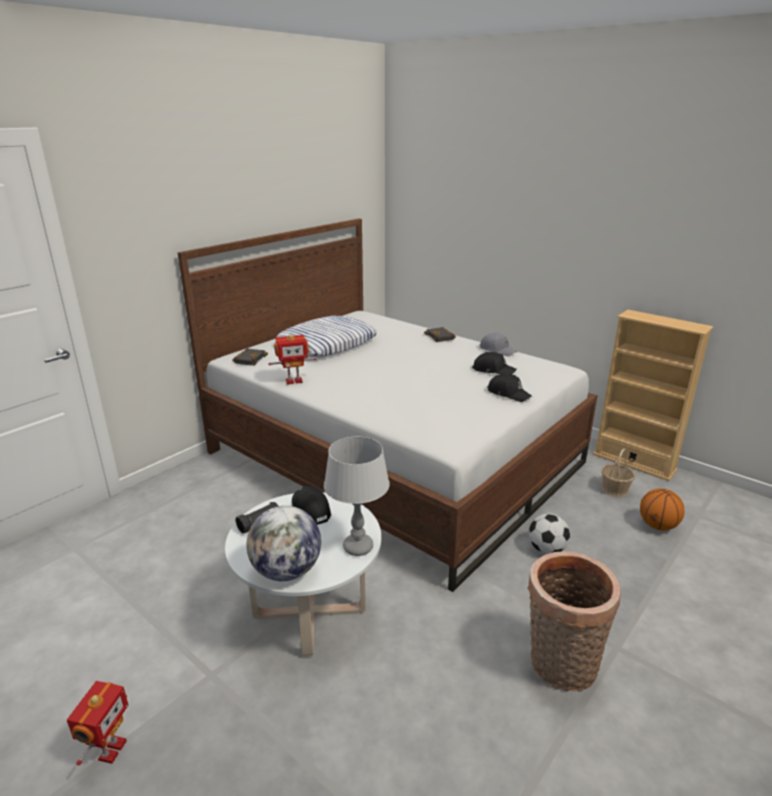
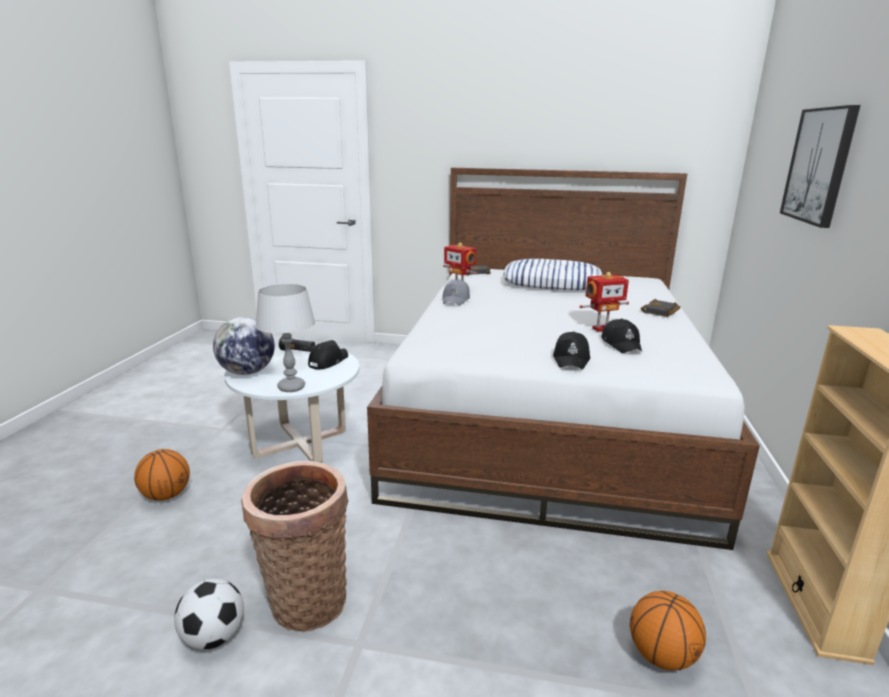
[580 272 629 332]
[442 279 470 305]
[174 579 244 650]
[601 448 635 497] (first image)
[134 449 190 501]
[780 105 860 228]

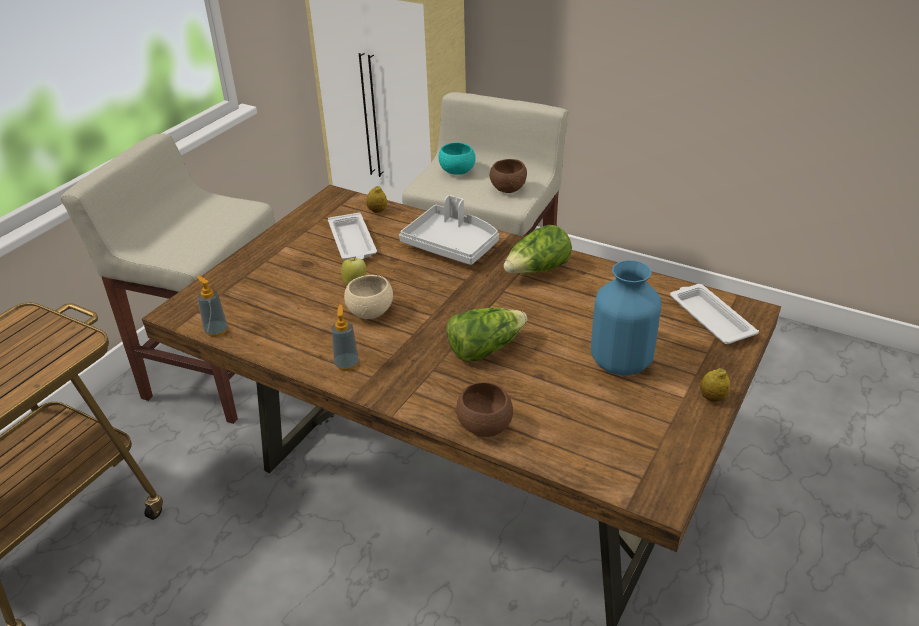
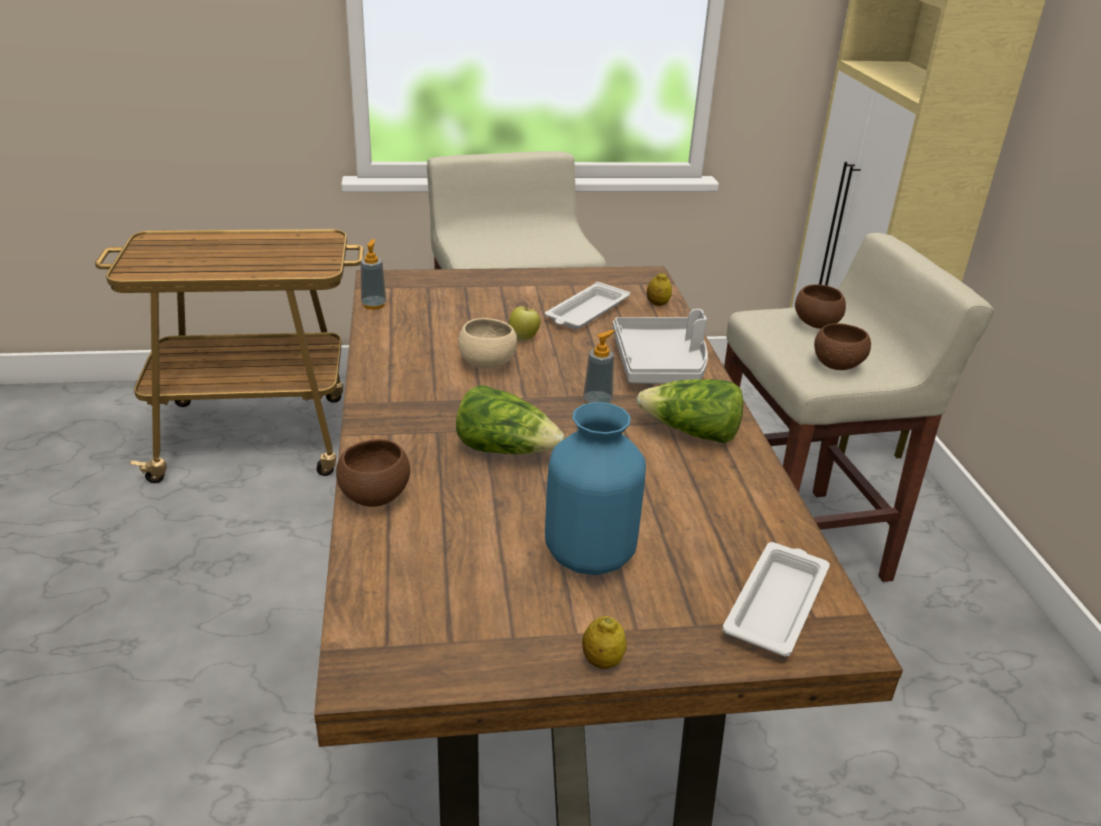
[583 330 615 404]
[795 284 846 329]

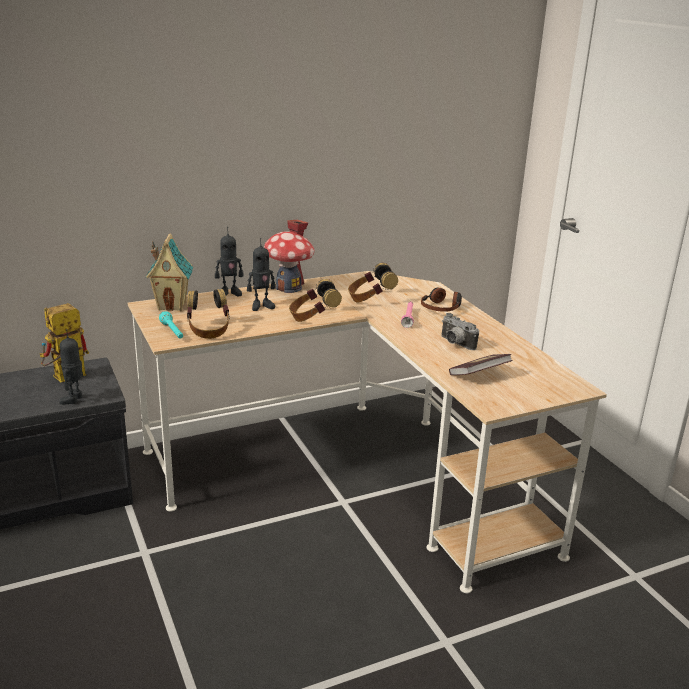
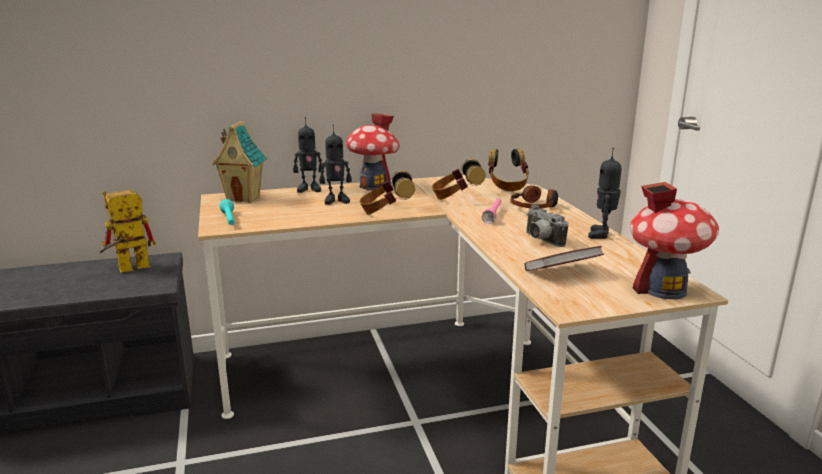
[588 148 621 239]
[488 149 529 191]
[630 182 719 299]

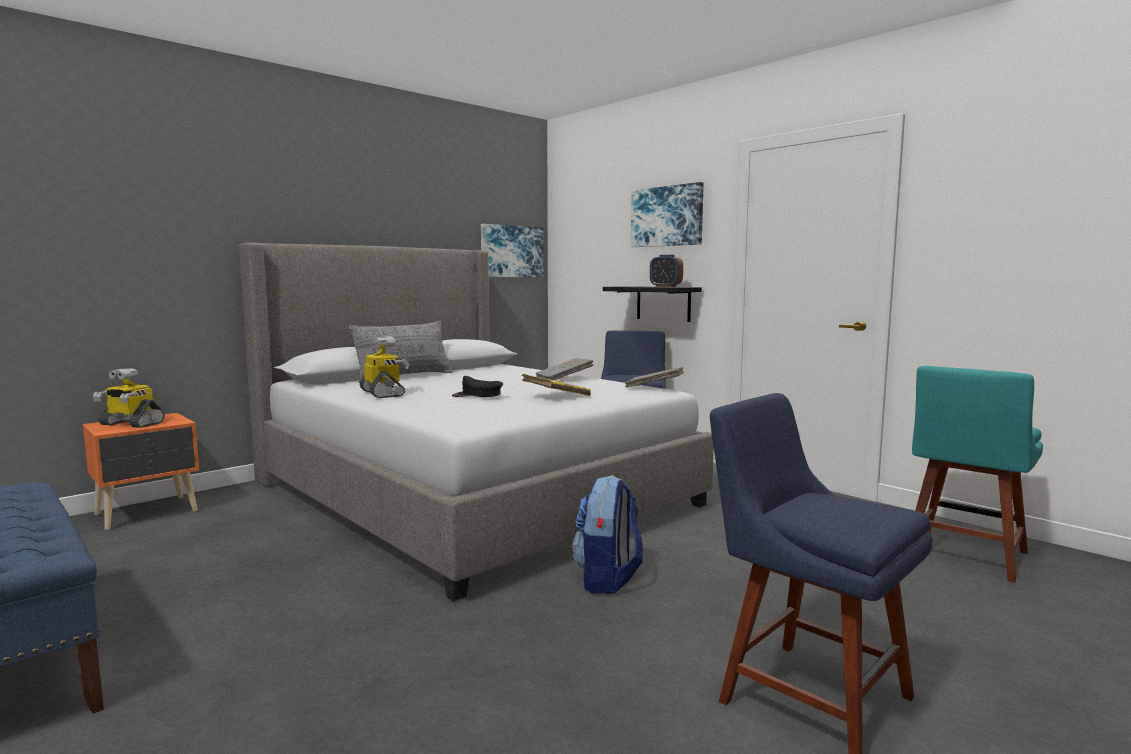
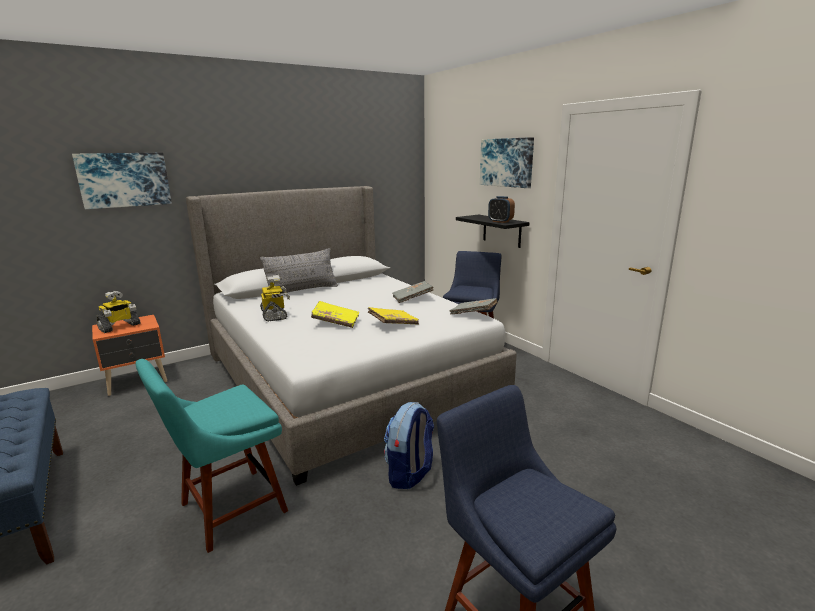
[97 291 141 333]
[311 301 359 328]
[72 153 172 209]
[135 359 288 553]

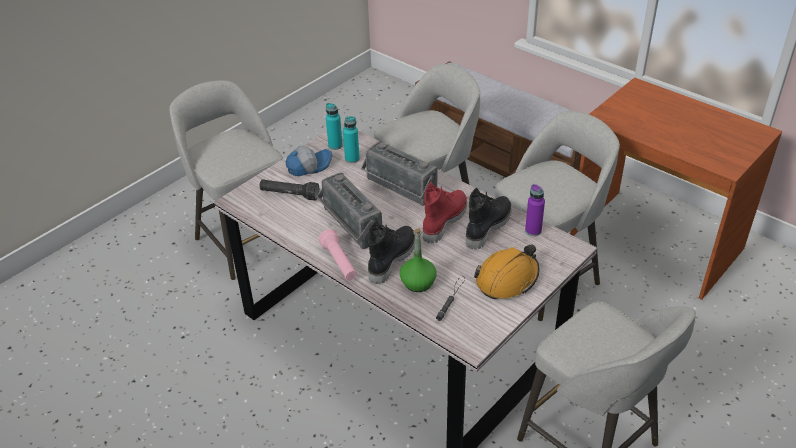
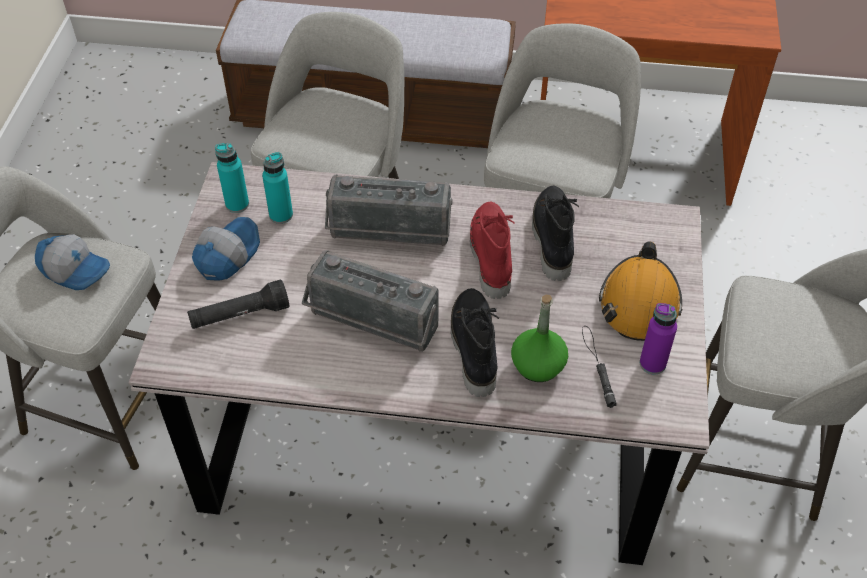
[319 229 357 280] (first image)
[639 303 677 374]
[35 234 110 290]

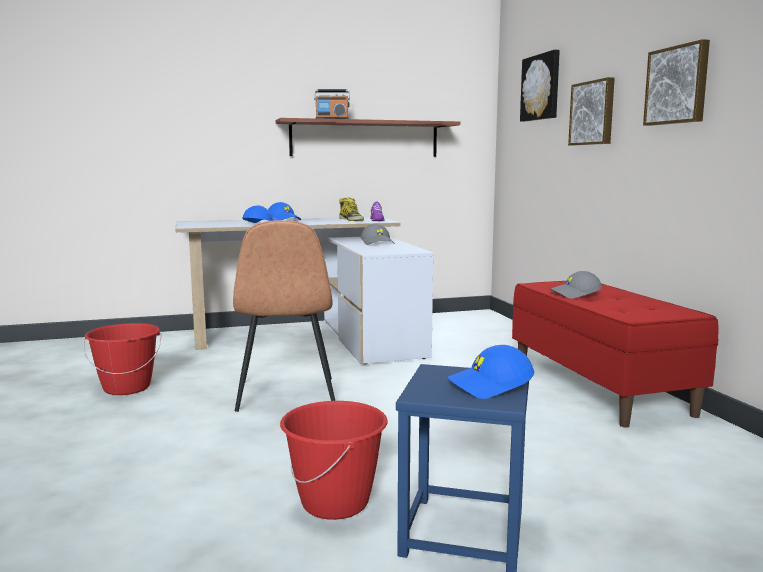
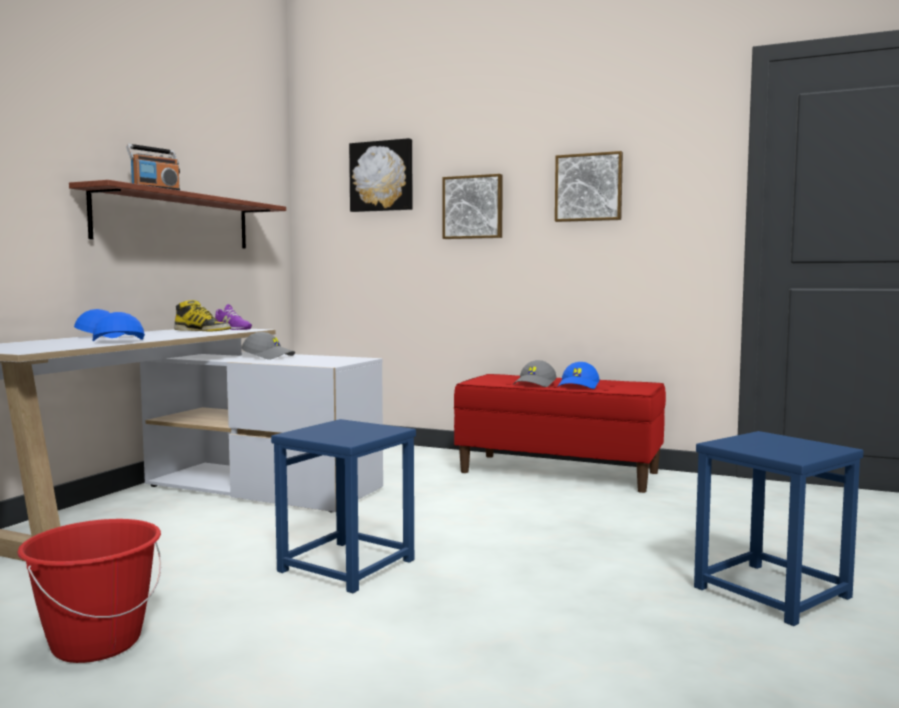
[271 419 416 593]
[280 401 387 520] (first image)
[557 362 600 389]

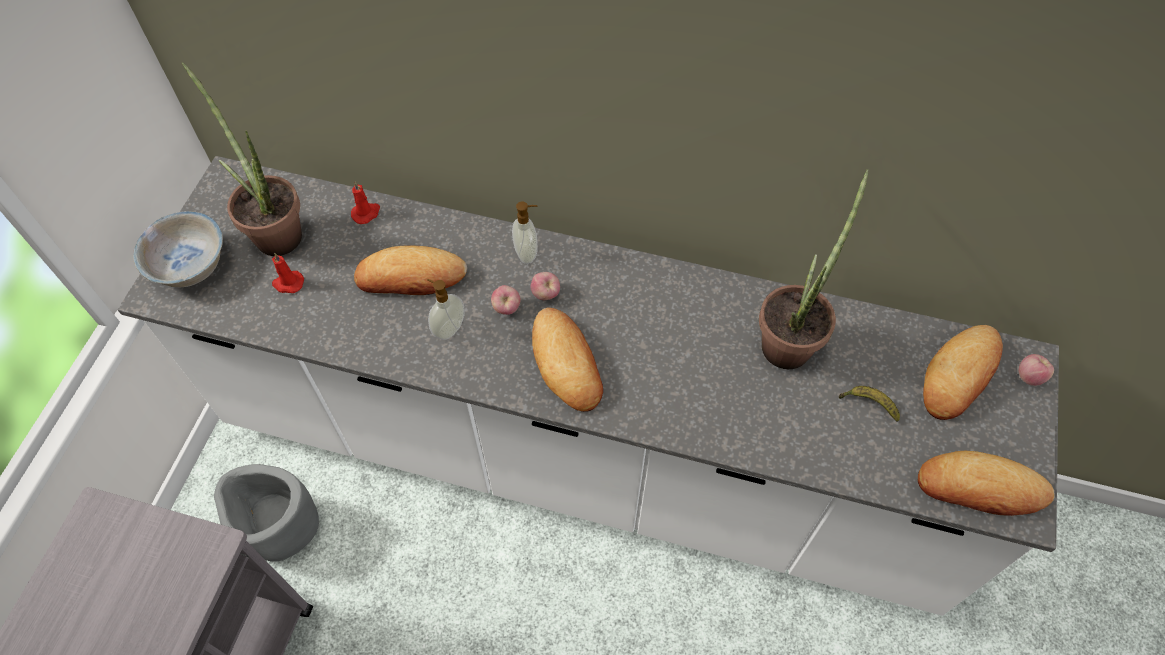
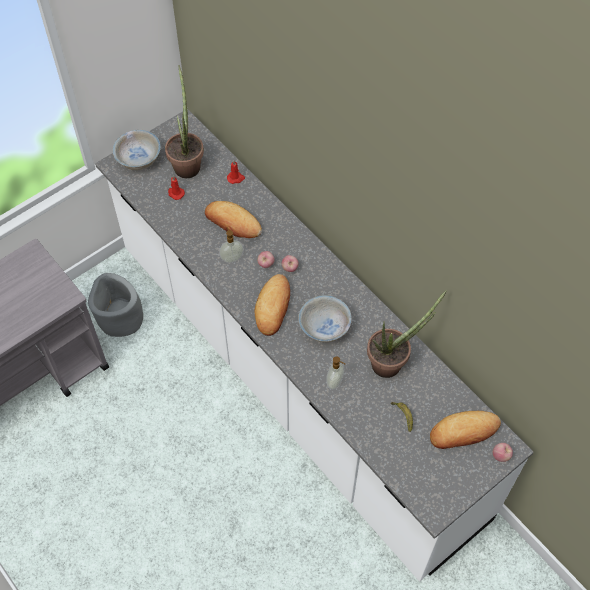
[326 356 346 390]
[918 451 1055 516] (first image)
[298 295 352 343]

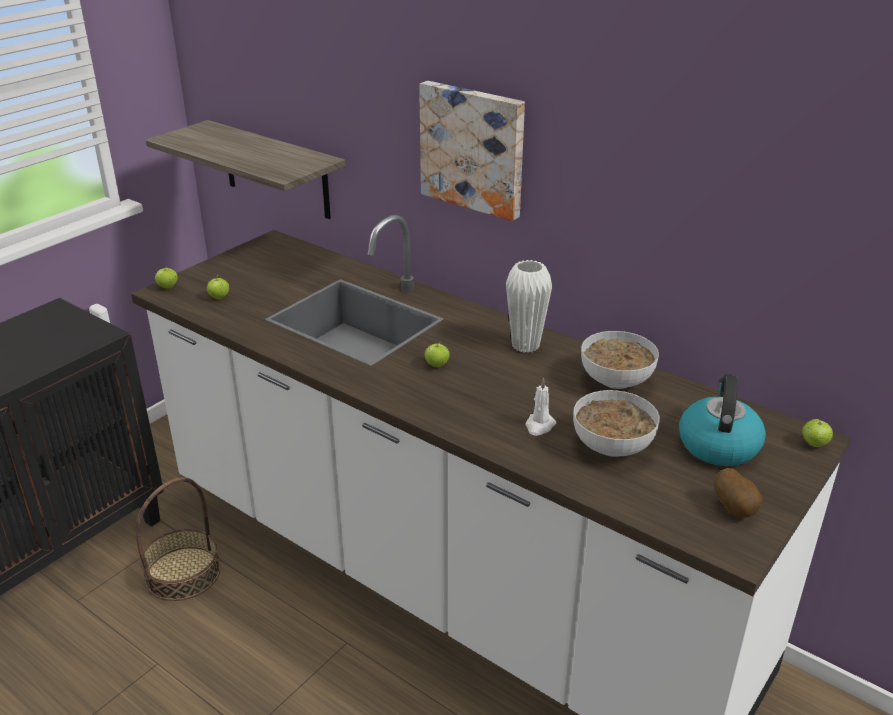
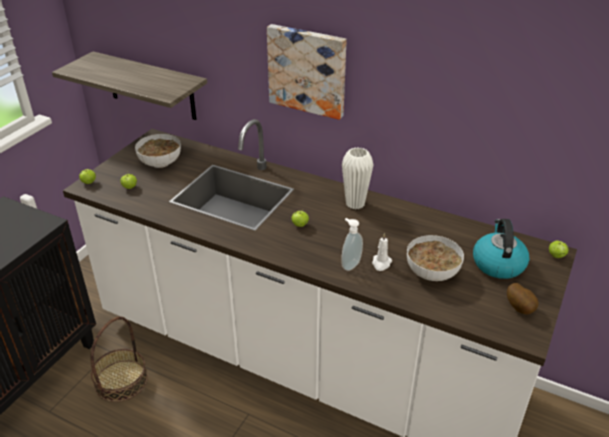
[135 134 181 168]
[341 218 363 271]

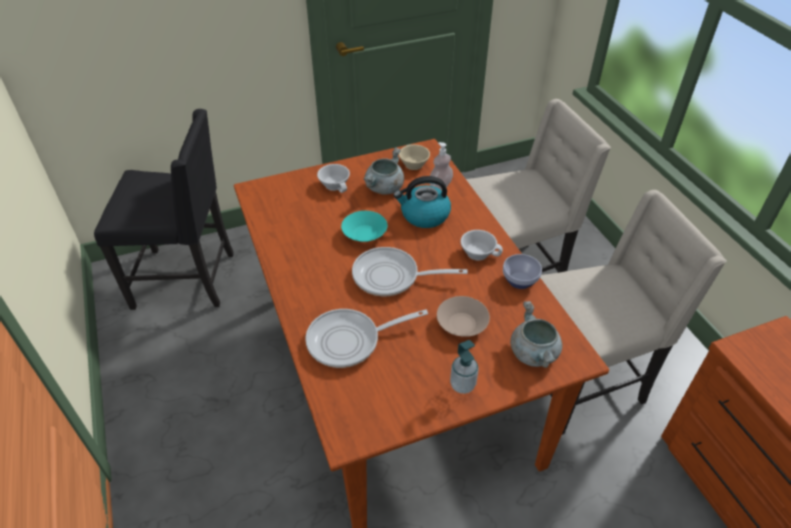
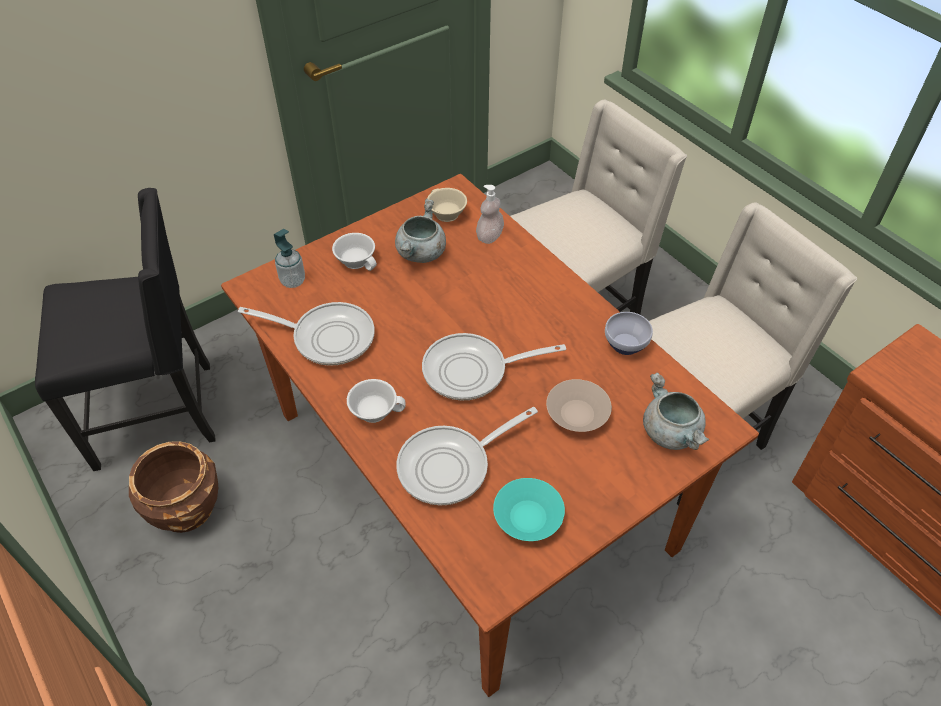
[493 478 565 541]
[393 176 451 228] (first image)
[274 229 305 288]
[347 379 406 423]
[129 441 218 533]
[238 302 375 366]

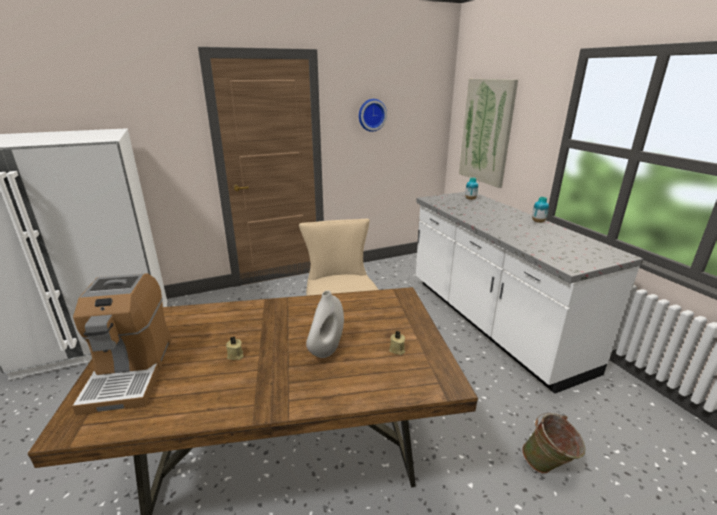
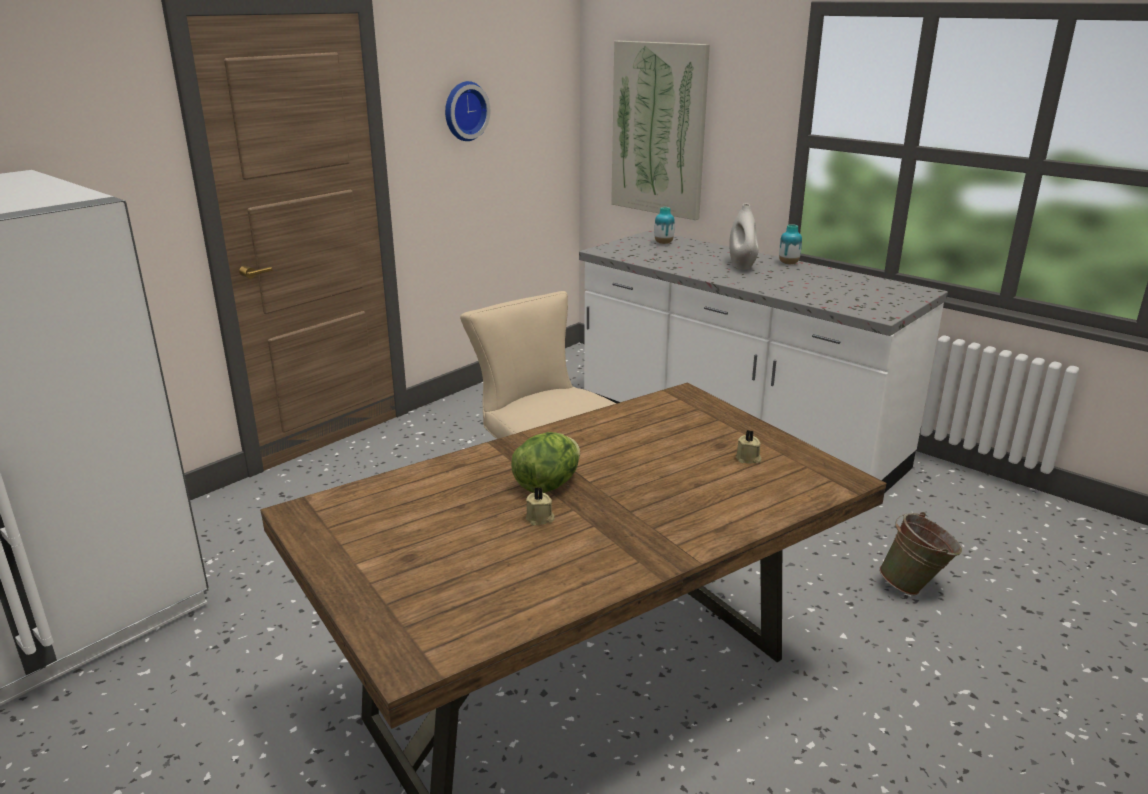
[72 273 172 415] (first image)
[729 203 759 270]
[511 432 580 493]

